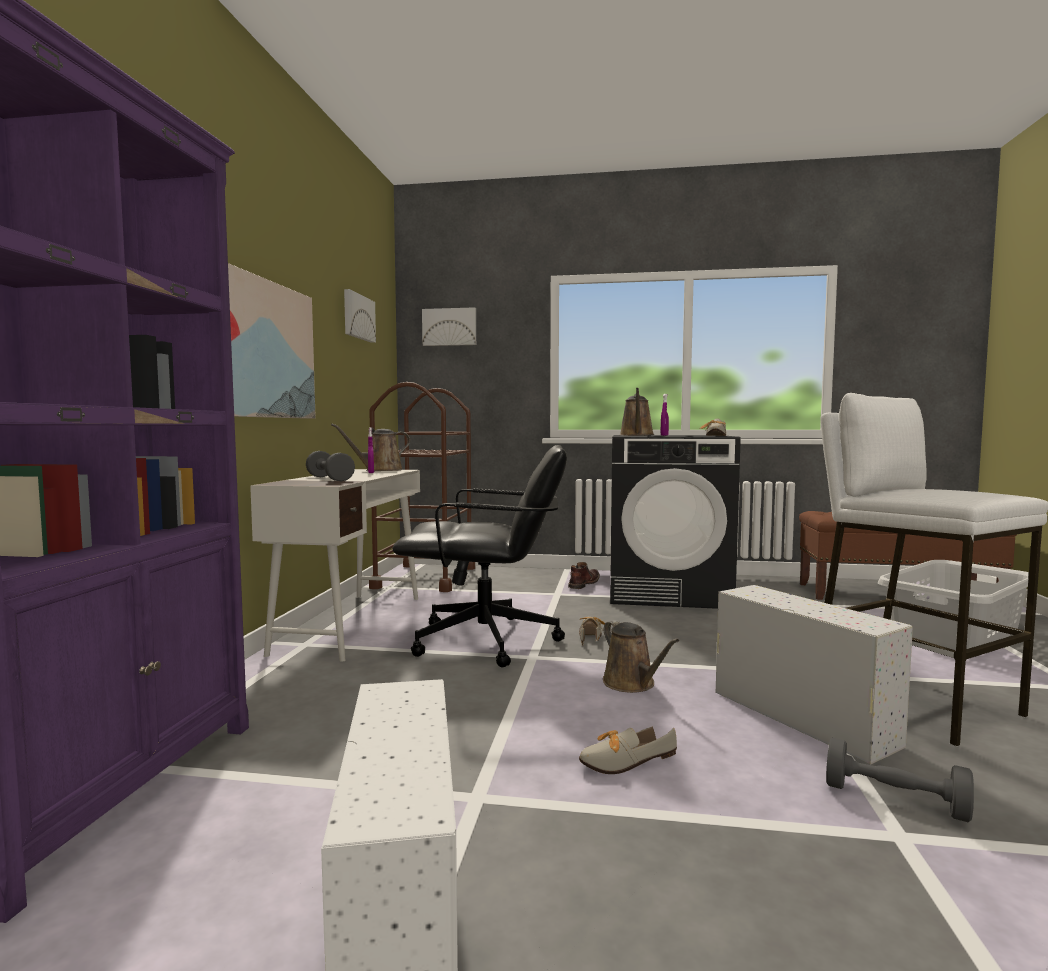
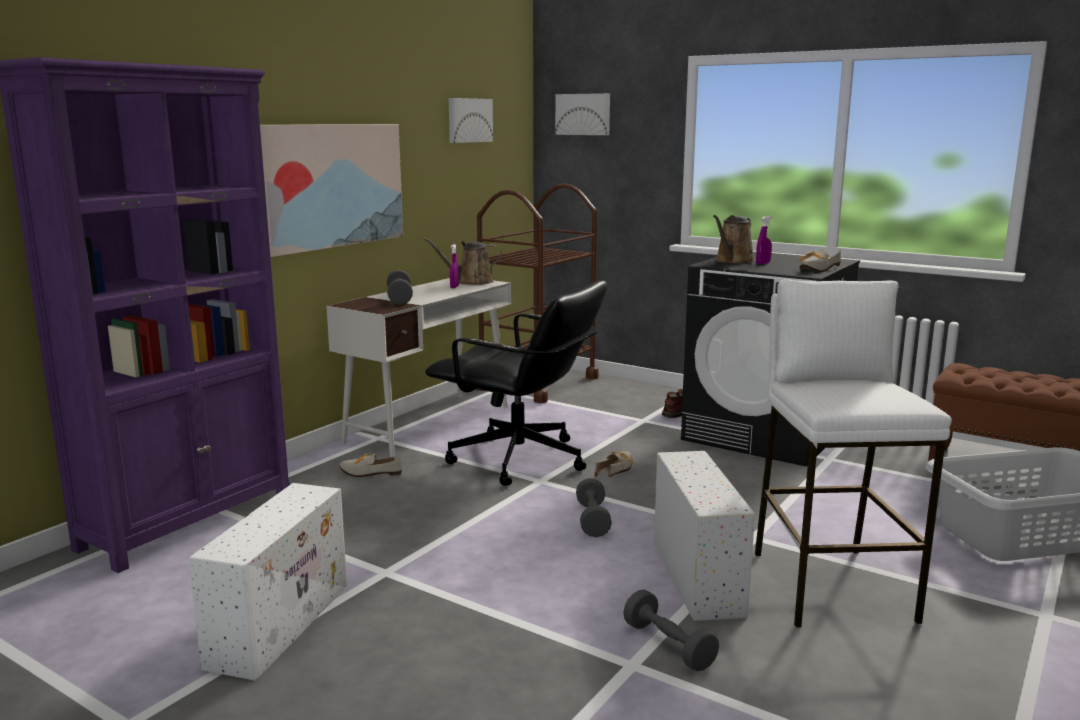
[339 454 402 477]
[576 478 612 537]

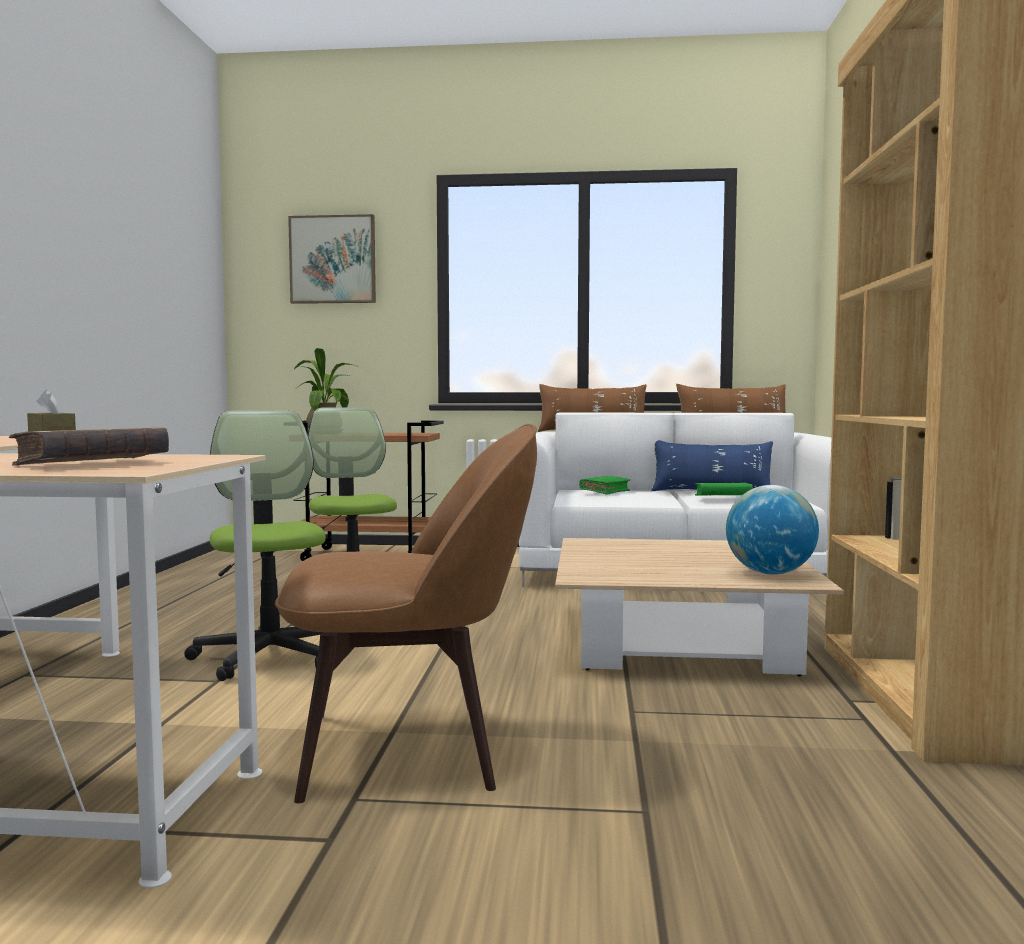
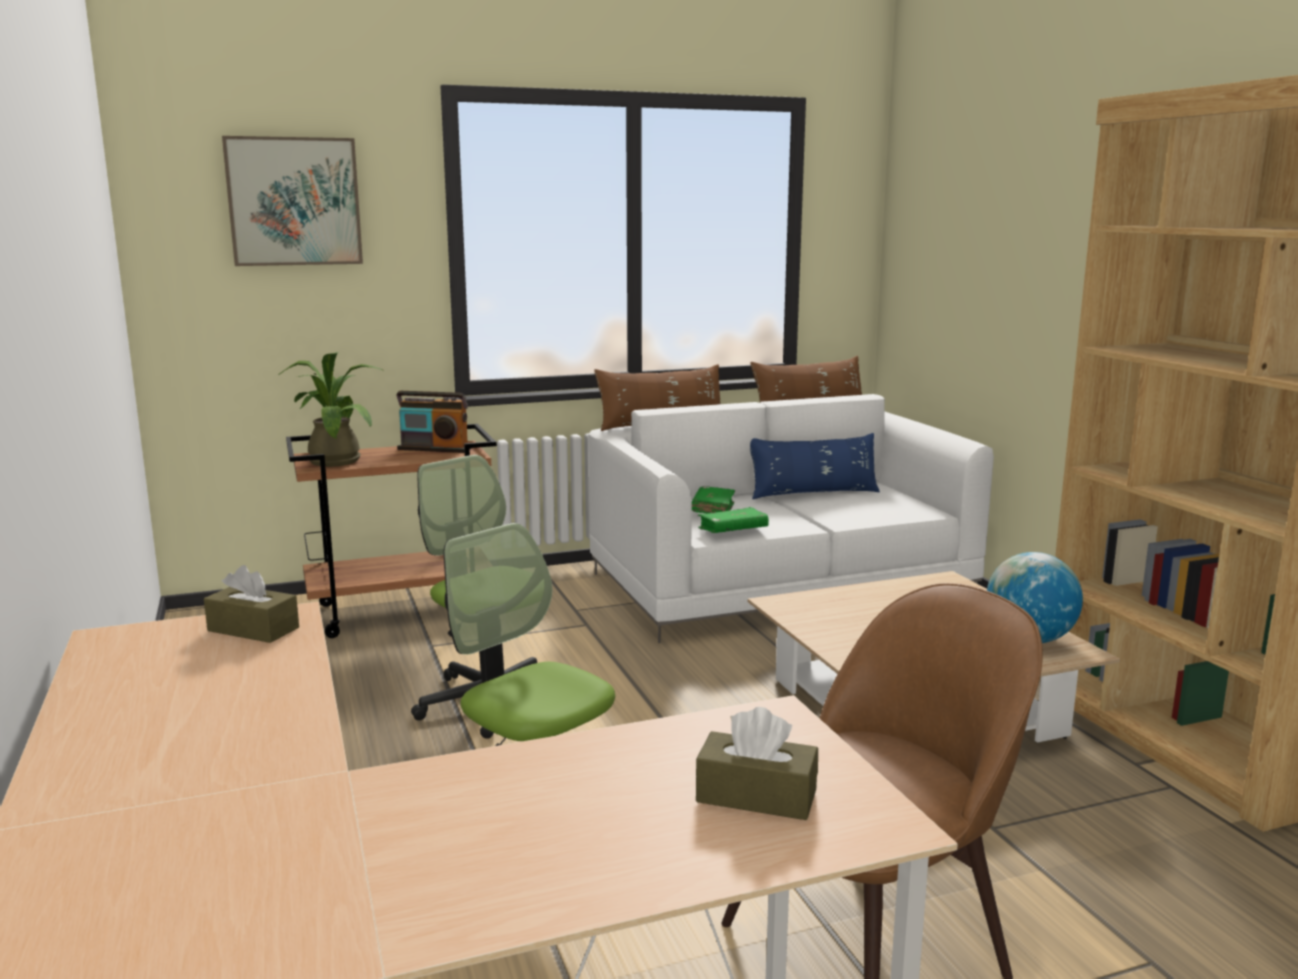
[696 707 818 820]
[698 507 769 533]
[397 391 472 453]

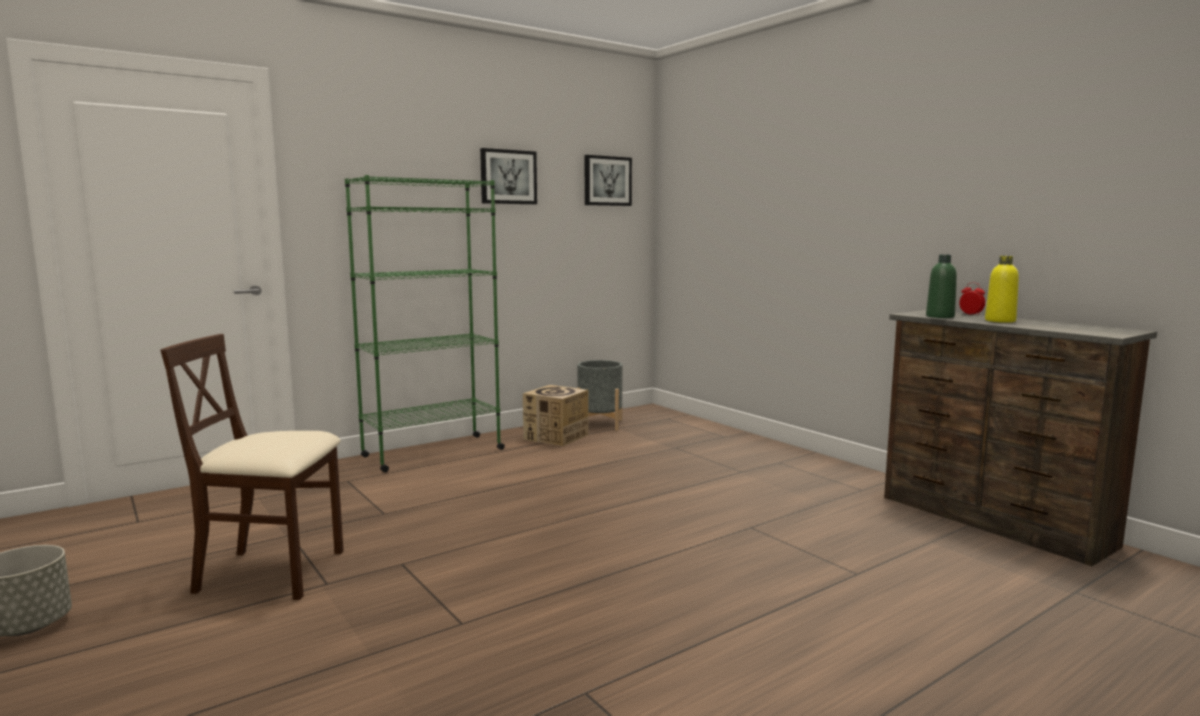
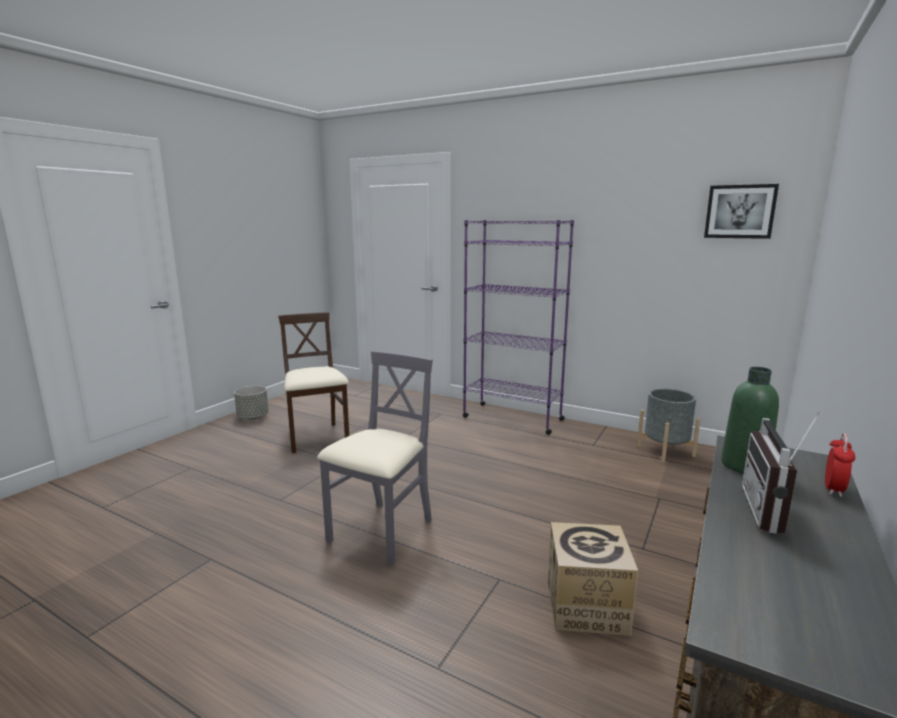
[463 220 574 435]
[480 148 537 204] (first image)
[548 522 638 636]
[742 412 820 534]
[317 351 433 566]

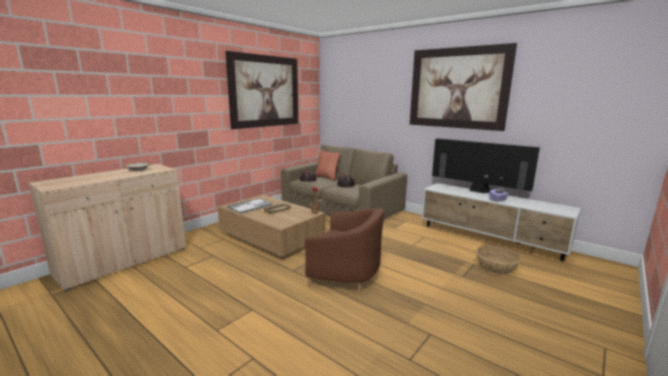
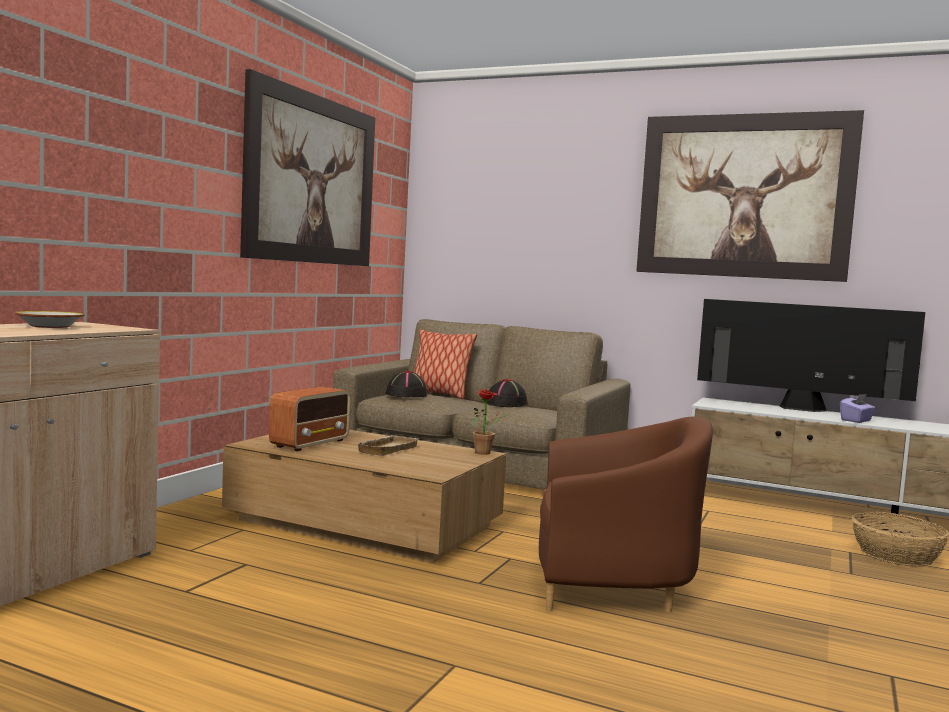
[269 387 351 451]

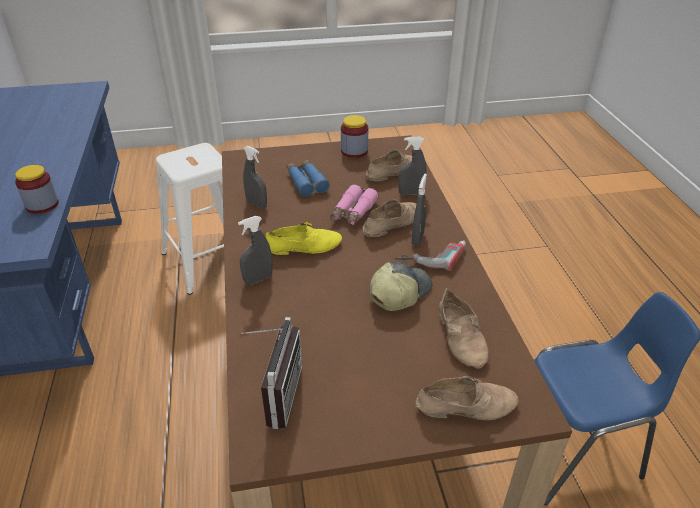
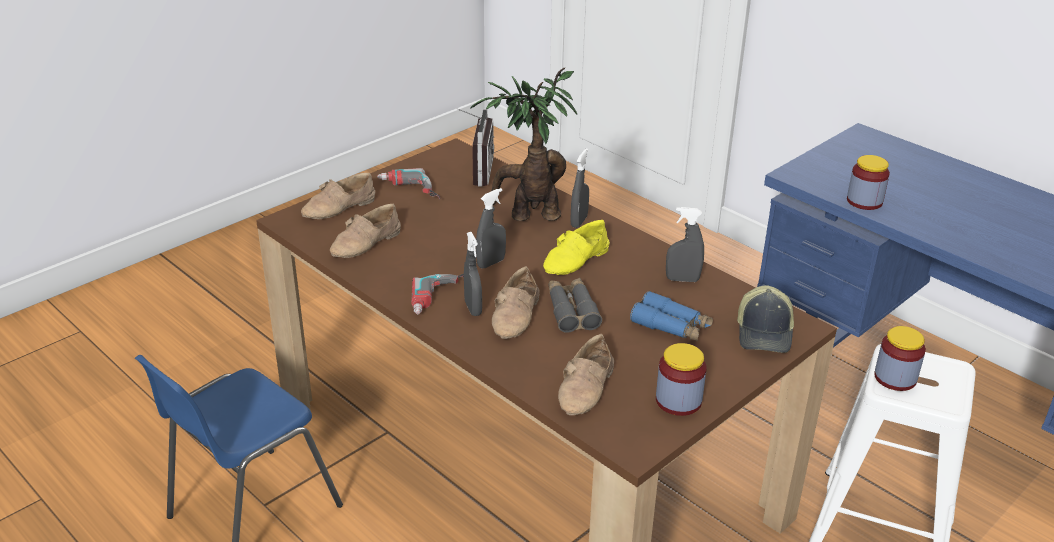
[457 108 494 187]
[548 278 602 333]
[737 285 794 353]
[476 188 506 268]
[330 204 401 258]
[377 168 440 199]
[470 67 577 221]
[874 326 926 391]

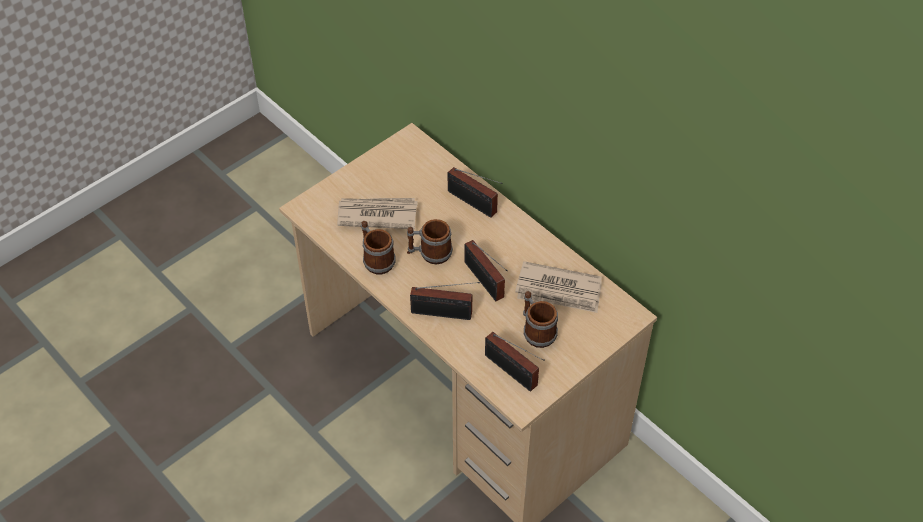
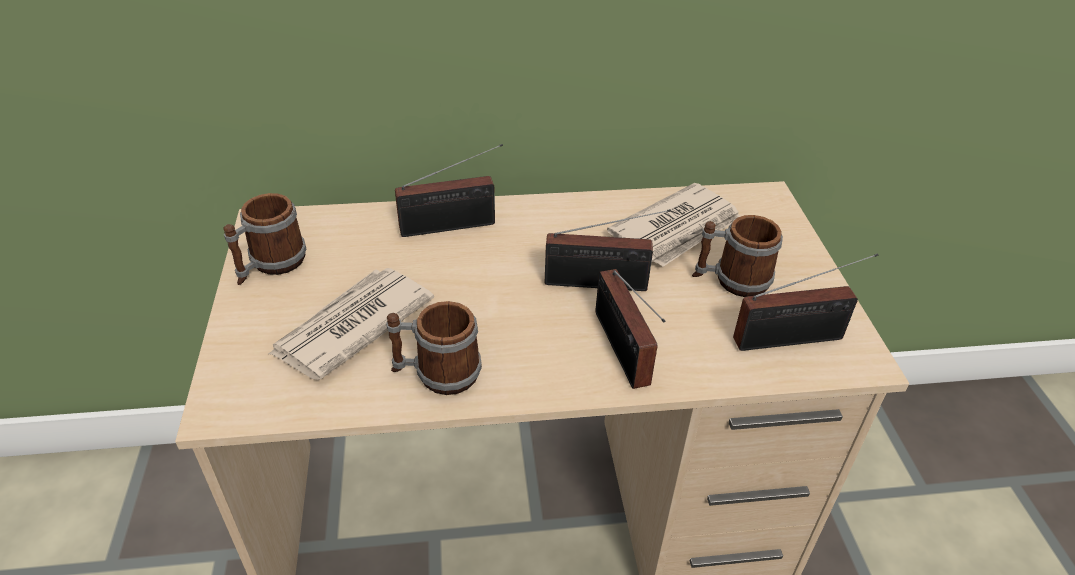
[223 193 307 285]
[596 269 665 389]

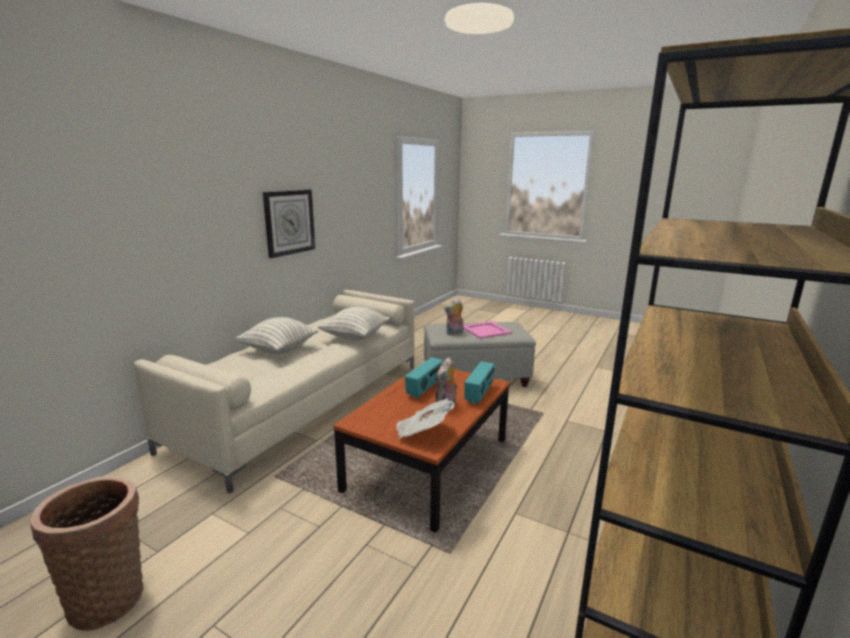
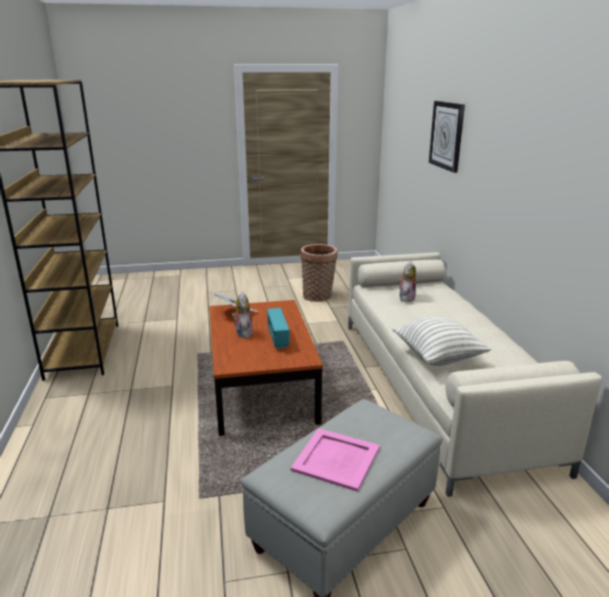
[235 317 319 354] (first image)
[429 101 465 173]
[399 261 416 302]
[465 361 495 404] (first image)

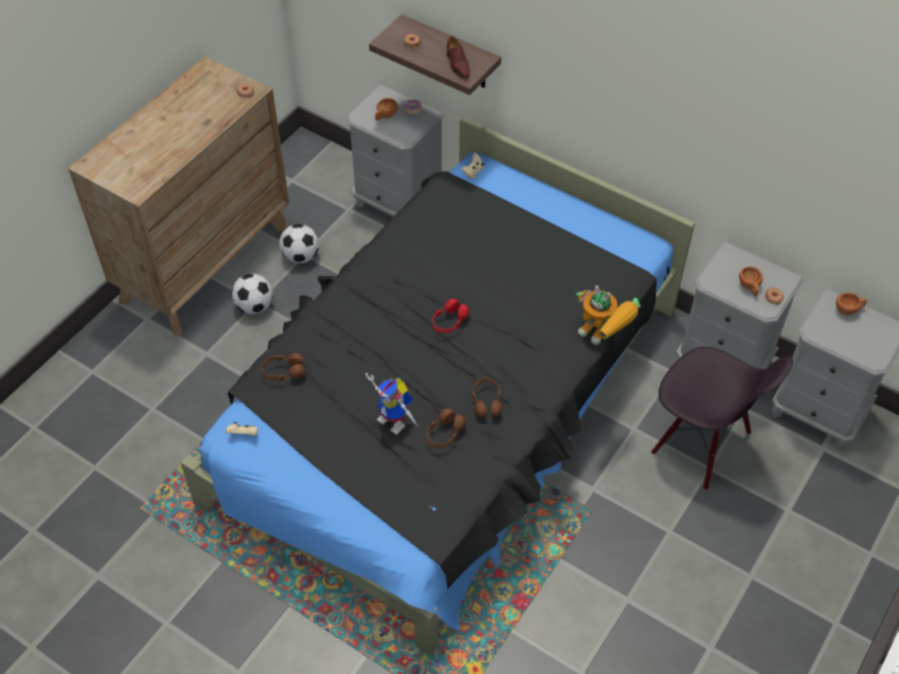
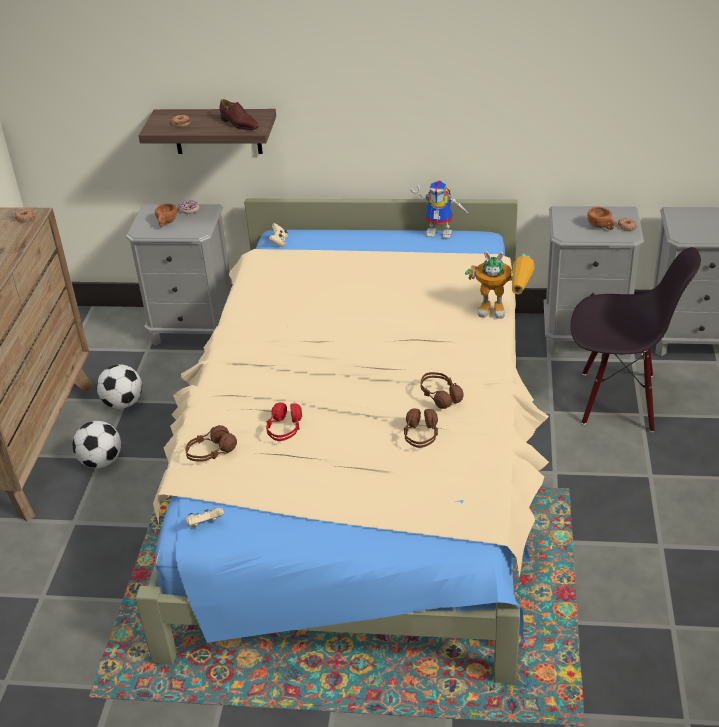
[135 198 549 684]
[410 181 471 239]
[266 402 302 441]
[836 292 867 315] (first image)

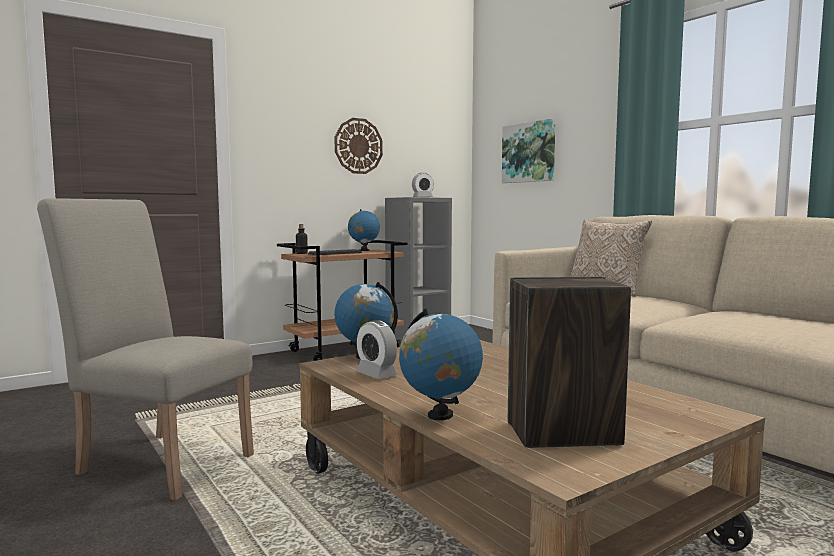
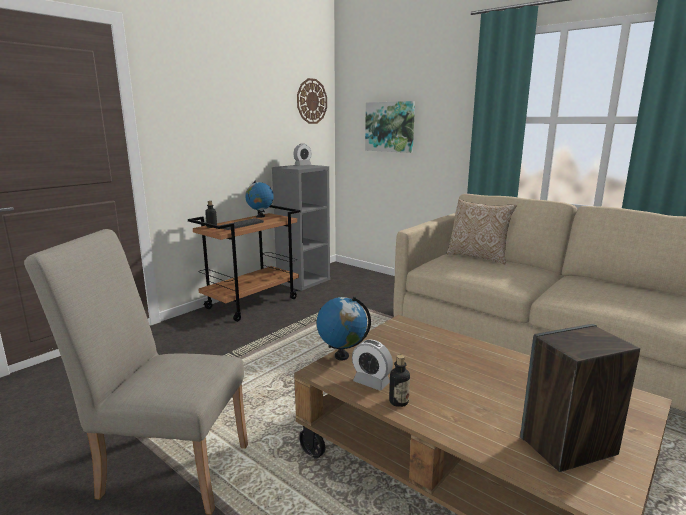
[297 78 327 124]
[399 309 483 420] (first image)
[389 355 410 407]

